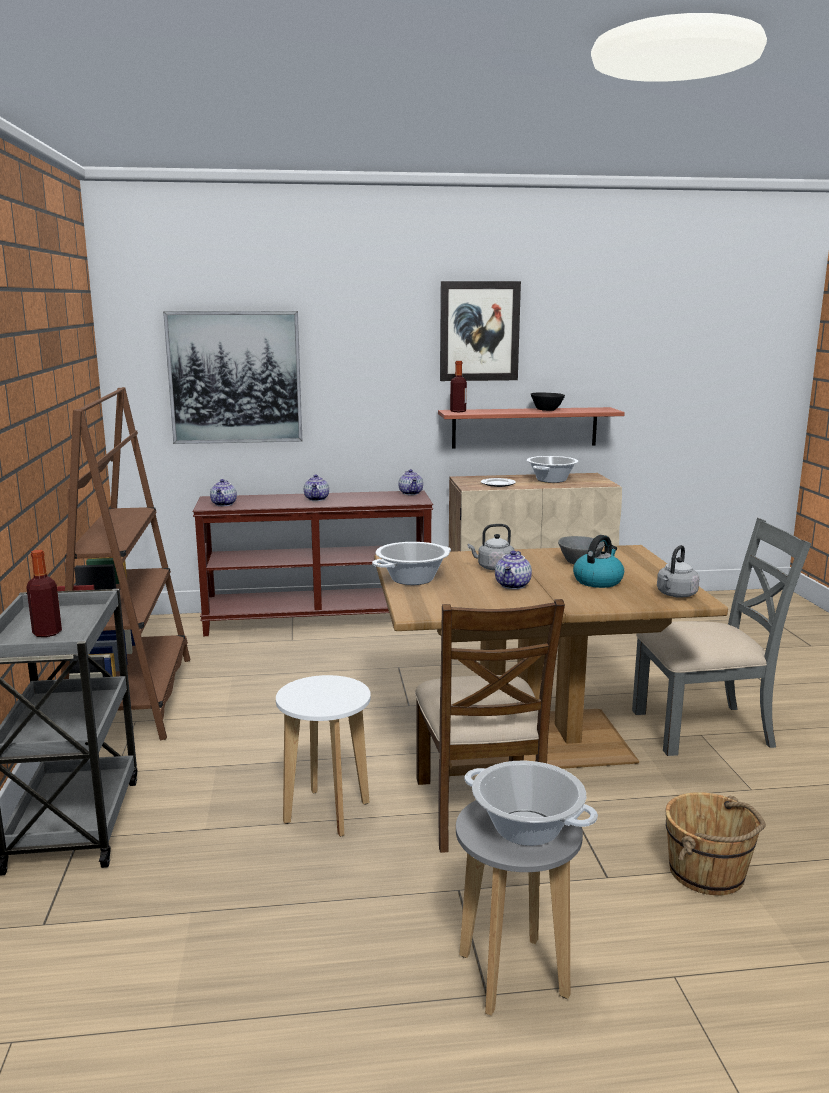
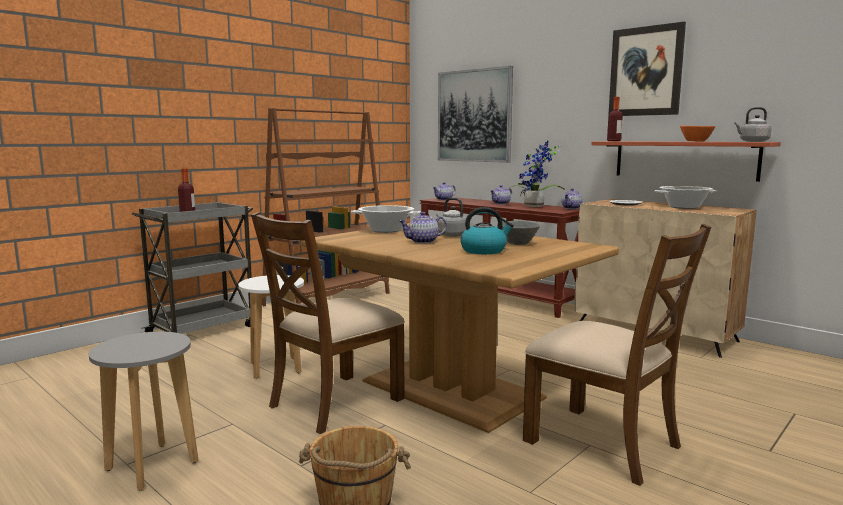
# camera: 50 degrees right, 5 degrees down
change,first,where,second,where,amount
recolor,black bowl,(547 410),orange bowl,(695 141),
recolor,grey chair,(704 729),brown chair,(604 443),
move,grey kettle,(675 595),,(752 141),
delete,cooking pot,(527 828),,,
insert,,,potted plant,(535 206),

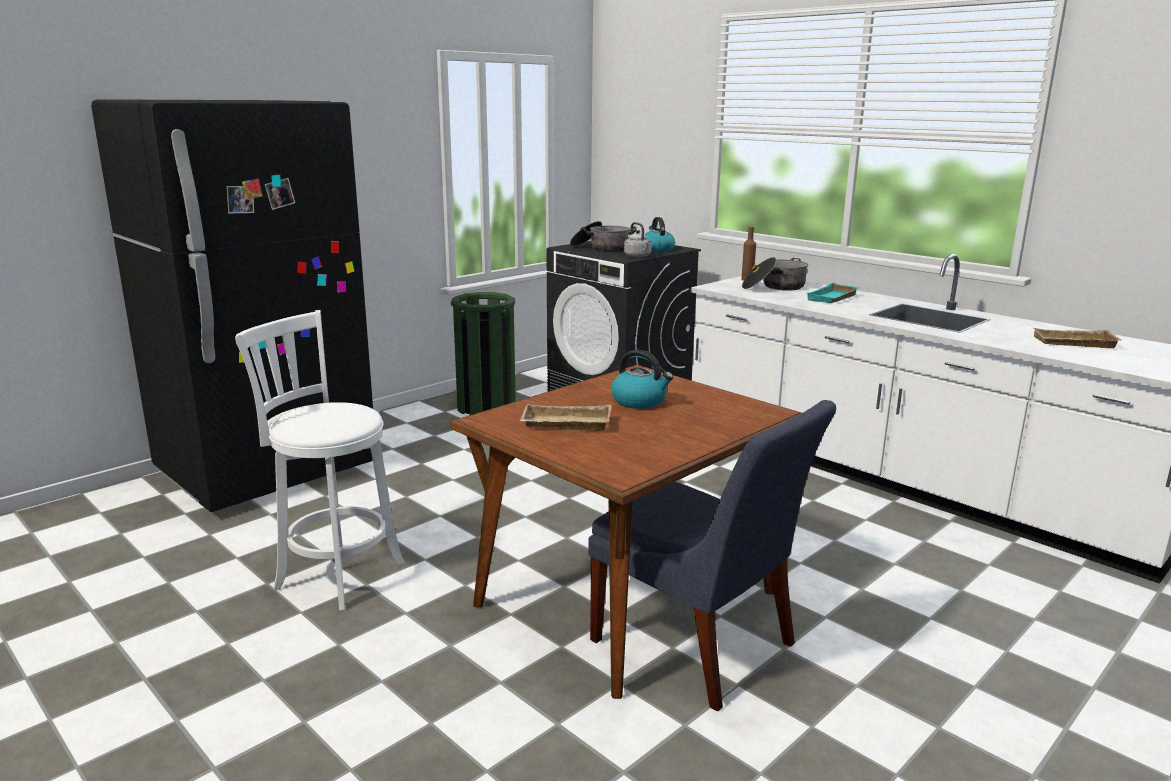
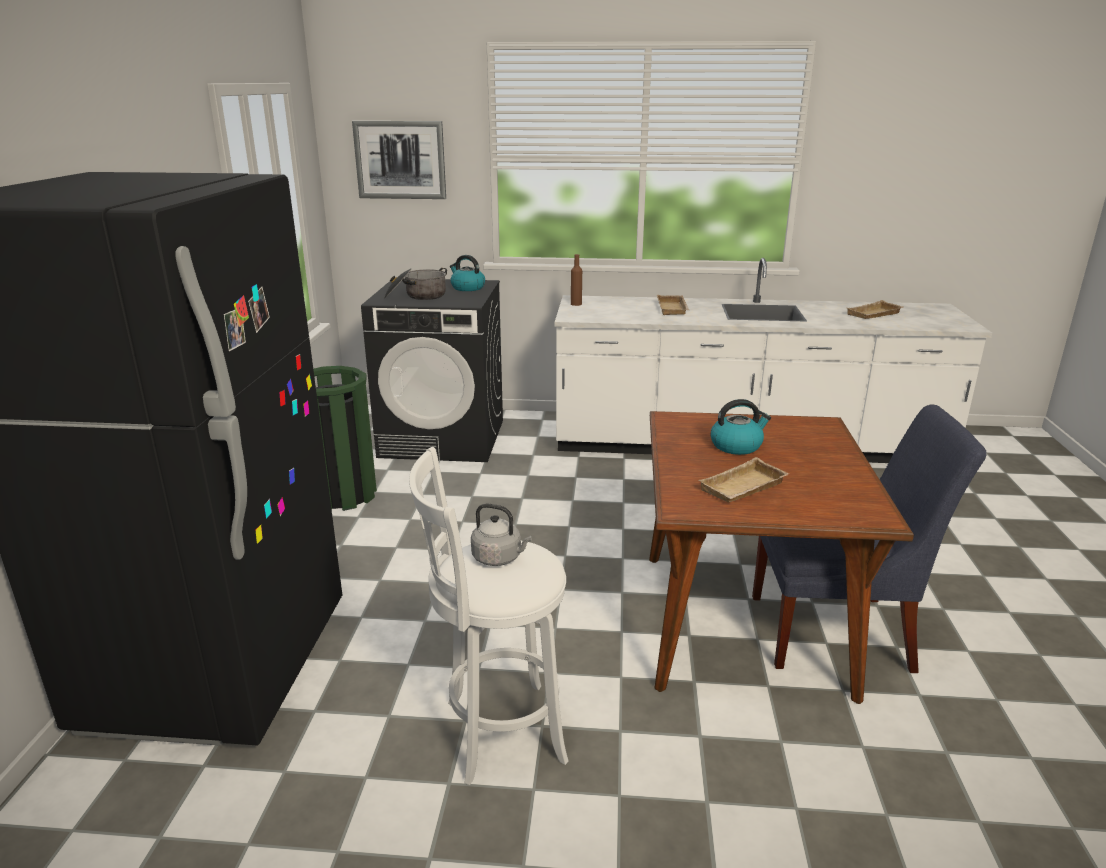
# camera: 40 degrees left, 5 degrees up
change,first,where,second,where,amount
move,grey kettle,(638 256),,(499 558),
delete,cooking pot,(774 287),,,
recolor,turquoise tray,(833 298),beige tray,(673 309),
insert,,,picture,(400 160),

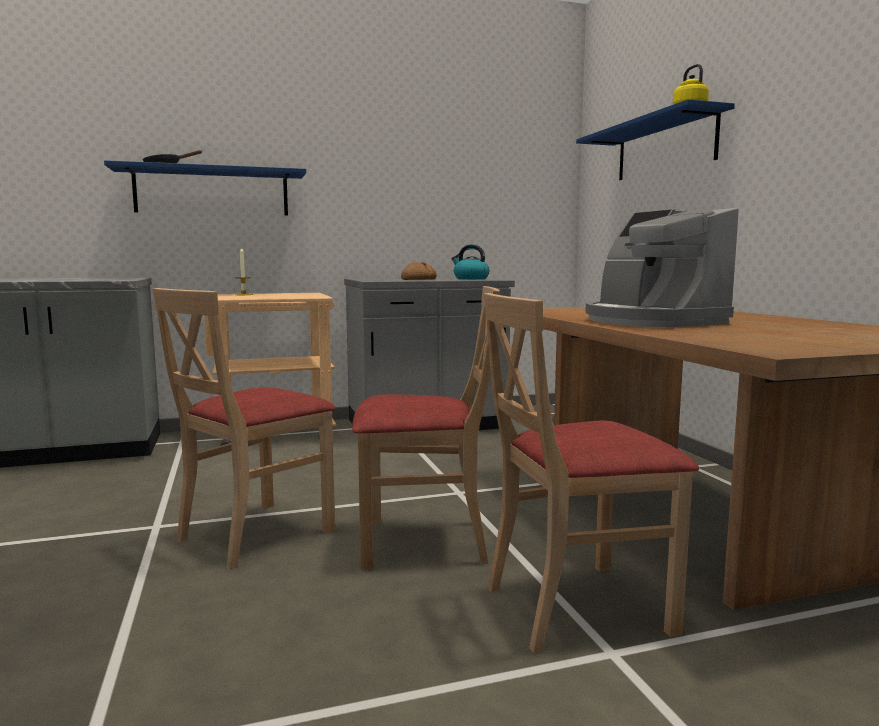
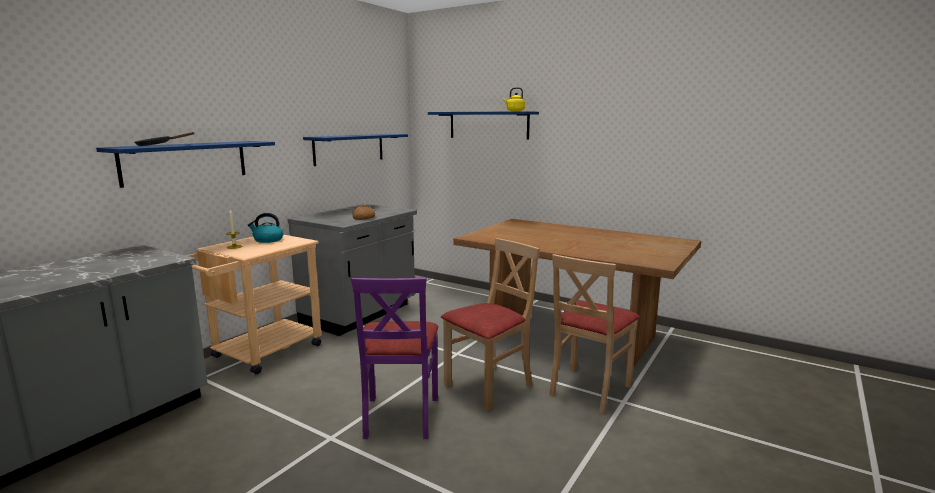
# camera: 40 degrees left, 5 degrees up
change,first,where,second,where,amount
delete,coffee machine,(651 321),,,
move,kettle,(470 279),,(268 240),
recolor,beige chair,(255 533),purple chair,(399 416),
insert,,,blue shelf,(349 148),

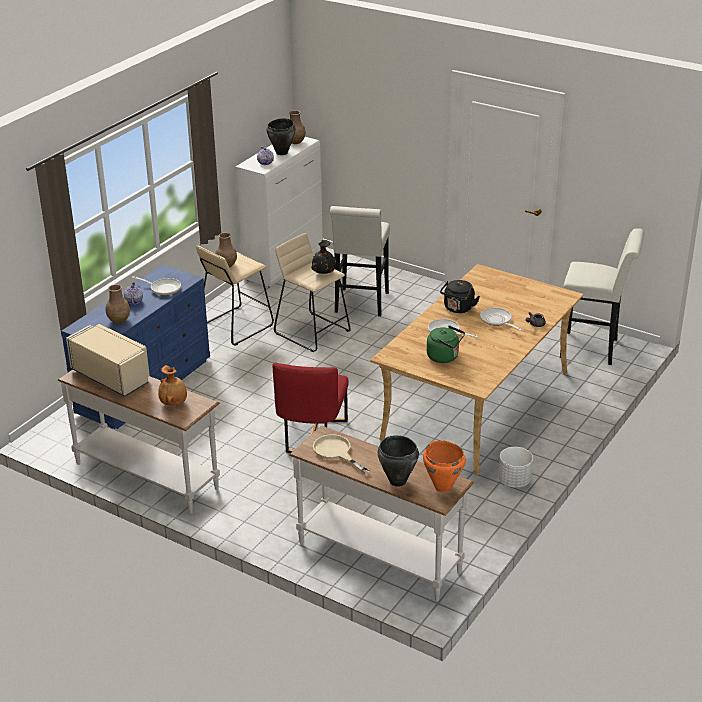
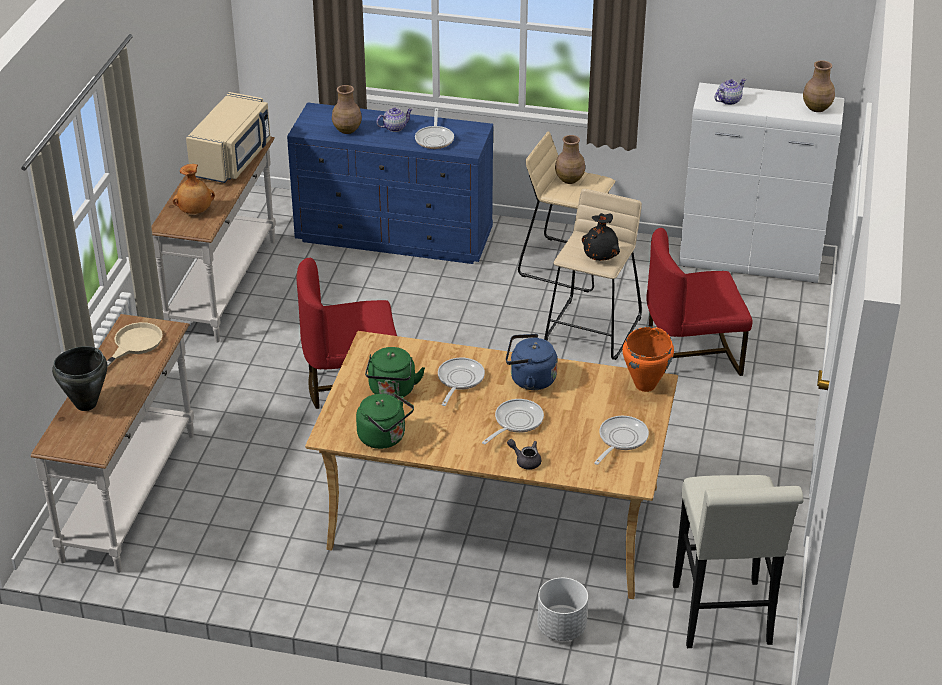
# camera: 70 degrees right, 5 degrees up
change,first,where,second,where,amount
delete,black cooking pot,(282 152),,,
replace,white stool,(360 305),red chair,(692 354),
recolor,black kettle,(458 309),blue kettle,(529 379),
move,orange cooking pot,(443 486),,(645 385),
move,white planter,(514 481),,(561 627),
insert,,,green kettle,(384 438),
insert,,,frying pan,(620 440),

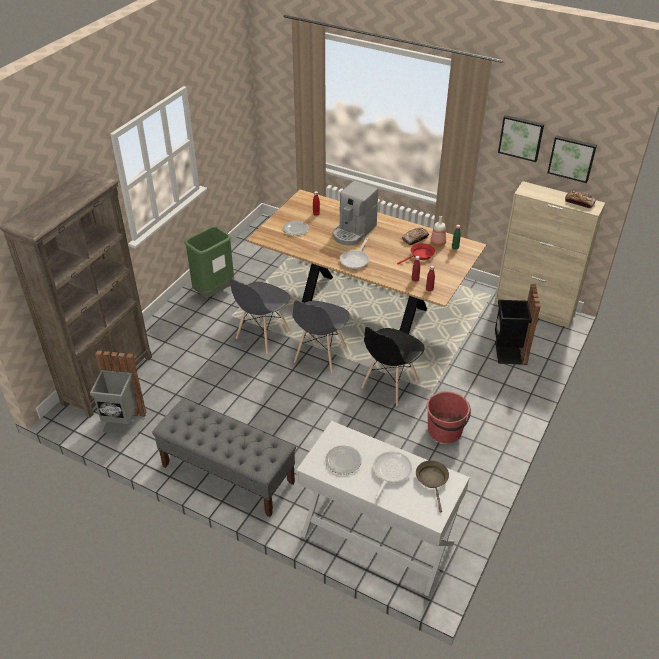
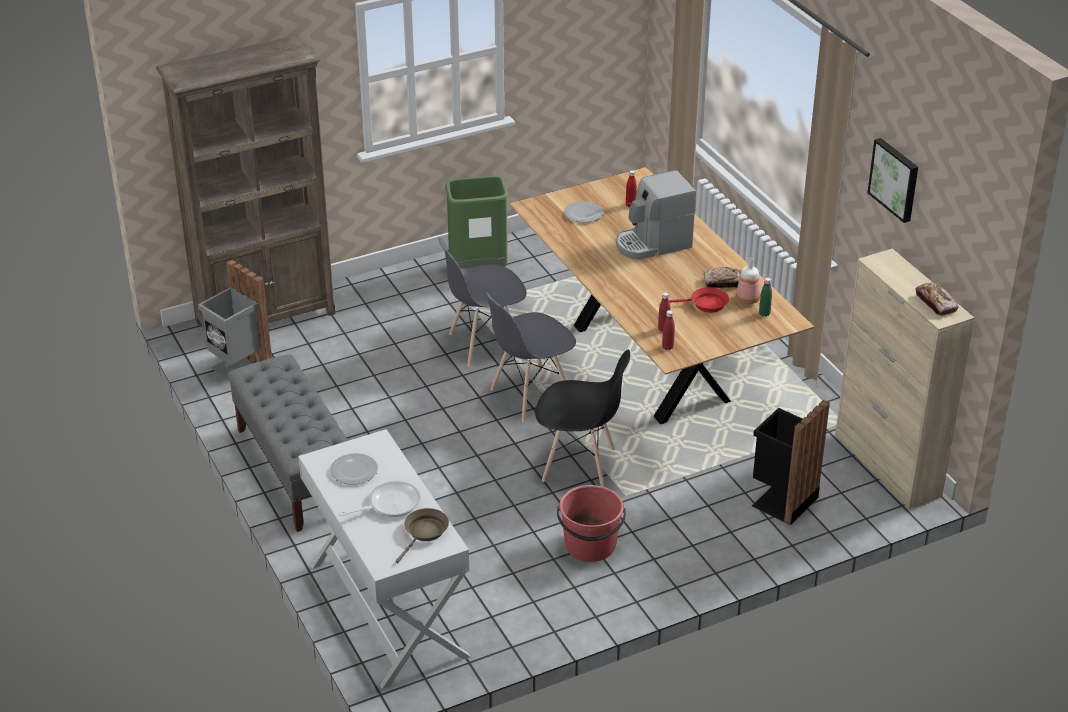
# camera: 35 degrees right, 5 degrees down
change,first,where,second,where,amount
delete,picture,(572 158),,,
delete,frying pan,(355 260),,,
rotate,black chair,(390 385),,(579 466),150 degrees counterclockwise

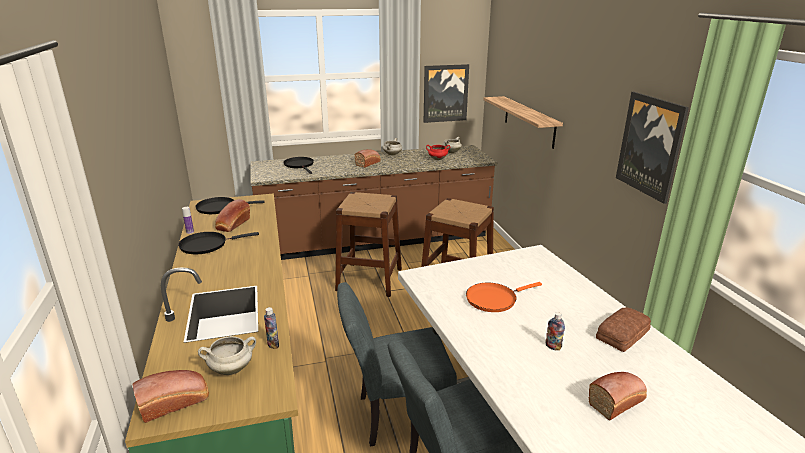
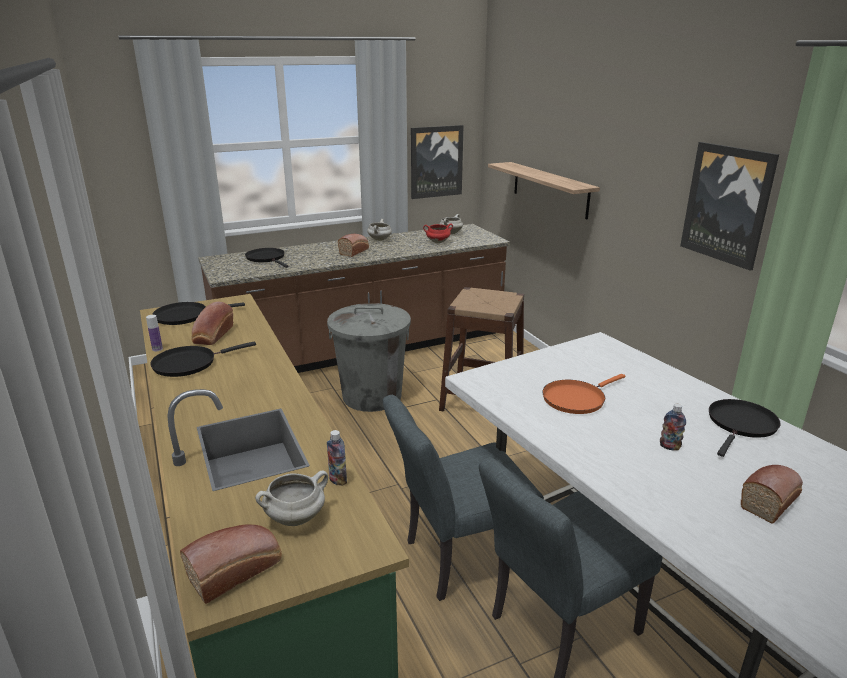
# camera: 10 degrees left, 0 degrees up
change,first,where,second,where,amount
replace,brown stool,(369 279),grey trash can,(372 396),
replace,bread,(624 335),black frying pan,(741 425),

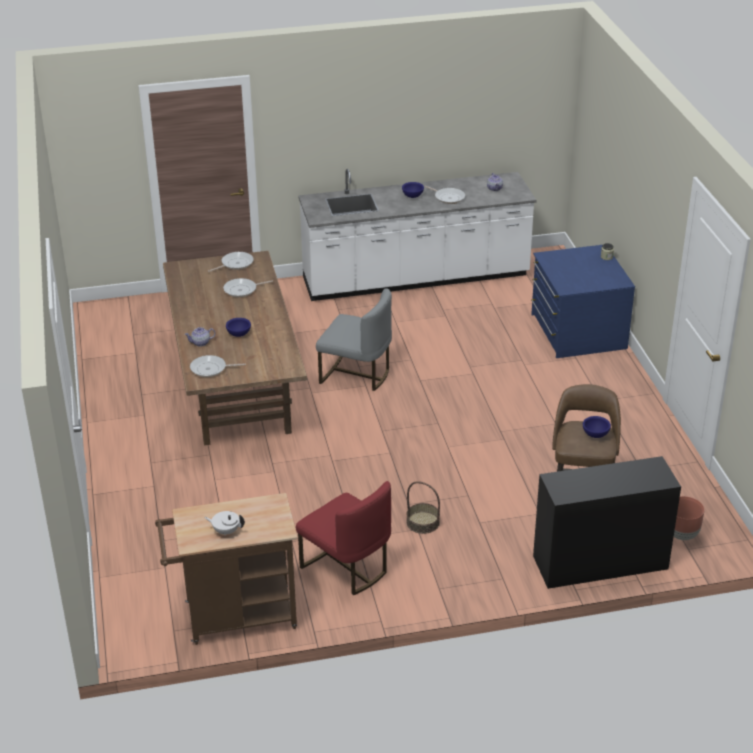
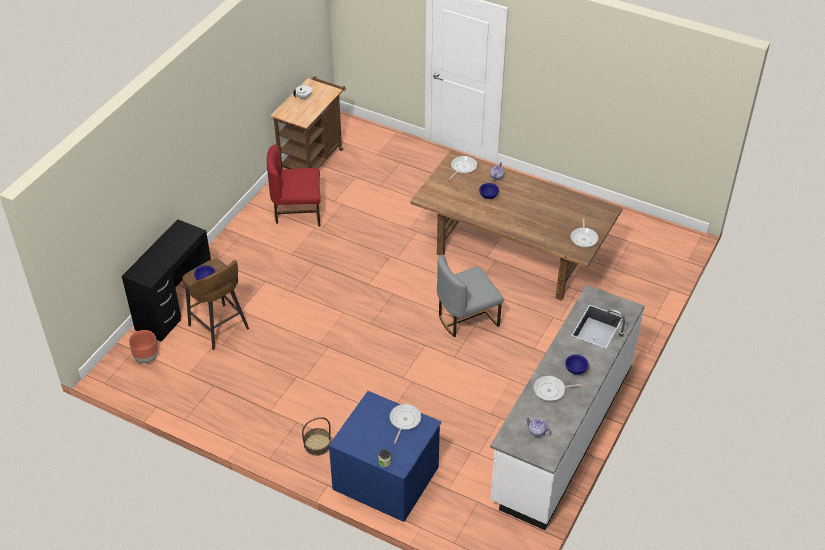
# camera: 130 degrees right, 10 degrees up
change,first,where,second,where,amount
move,frying pan,(242 290),,(404 421),
move,basket,(422 522),,(317 444),

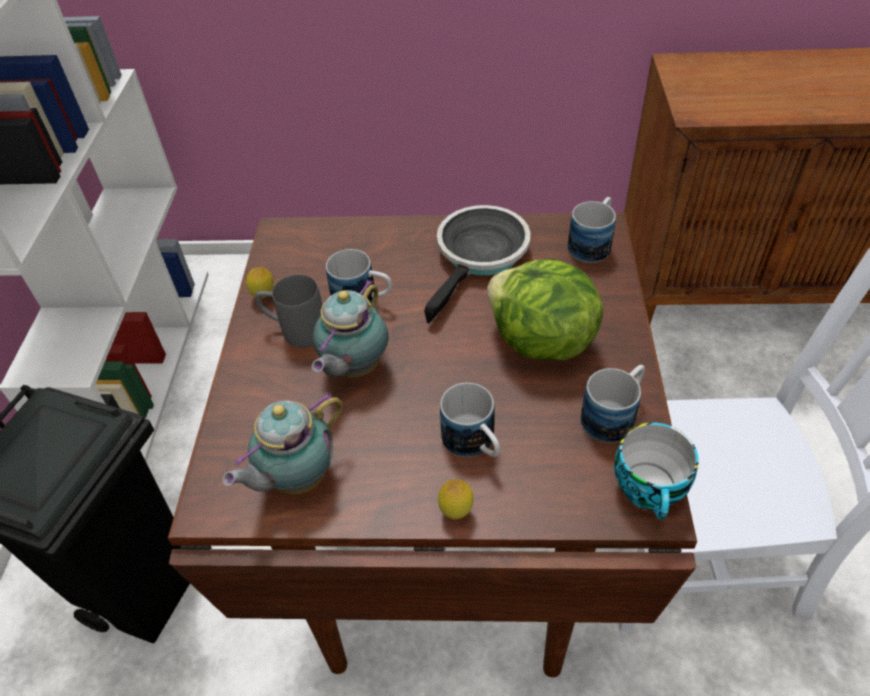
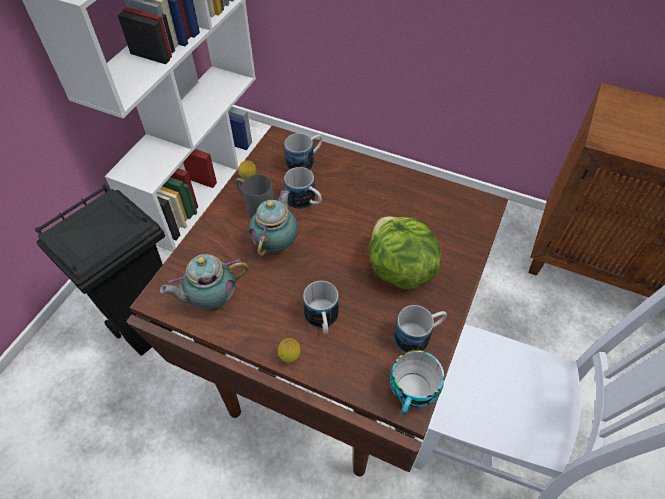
# camera: 20 degrees right, 5 degrees up
change,first,where,second,where,amount
move,mug,(593 243),,(305 161),
delete,frying pan,(480 256),,,
rotate,teapot,(353 368),,(277 245),150 degrees clockwise

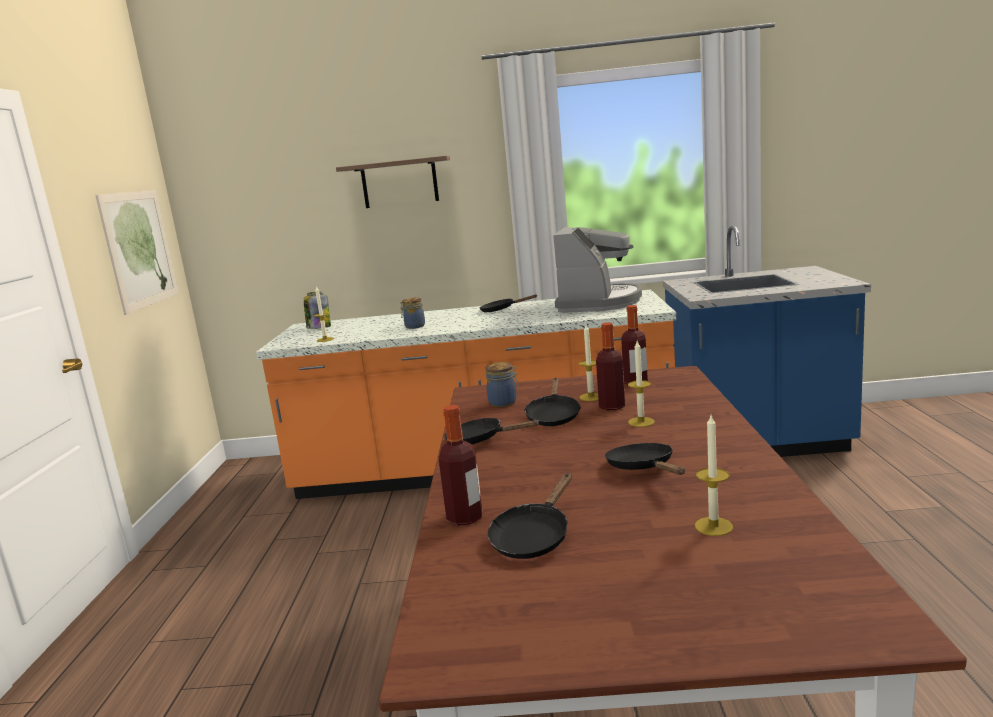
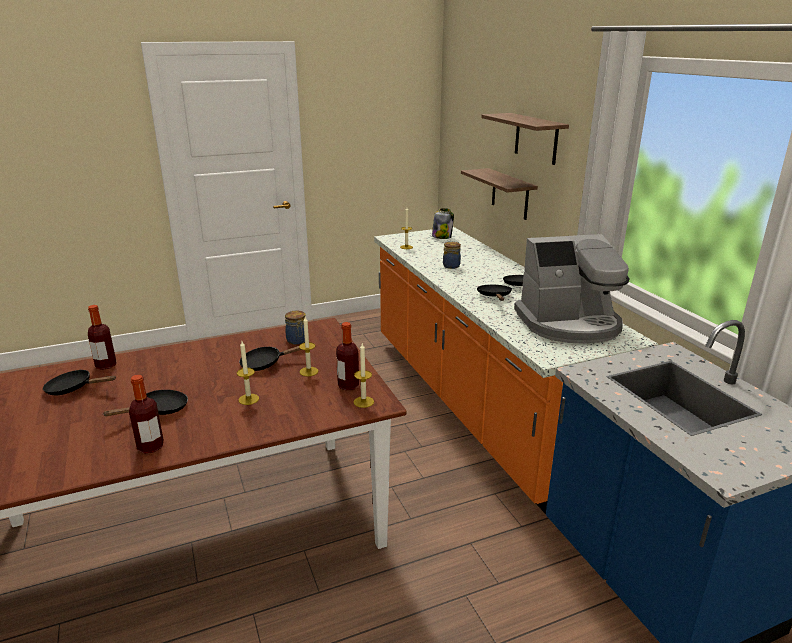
# camera: 65 degrees right, 10 degrees up
change,first,where,second,where,amount
delete,picture,(139 249),,,
move,bottle,(612 406),,(150 447),
move,candle,(713 526),,(363 402),
move,black frying pan,(480 440),,(494 296),
insert,,,shelf,(510 194),

